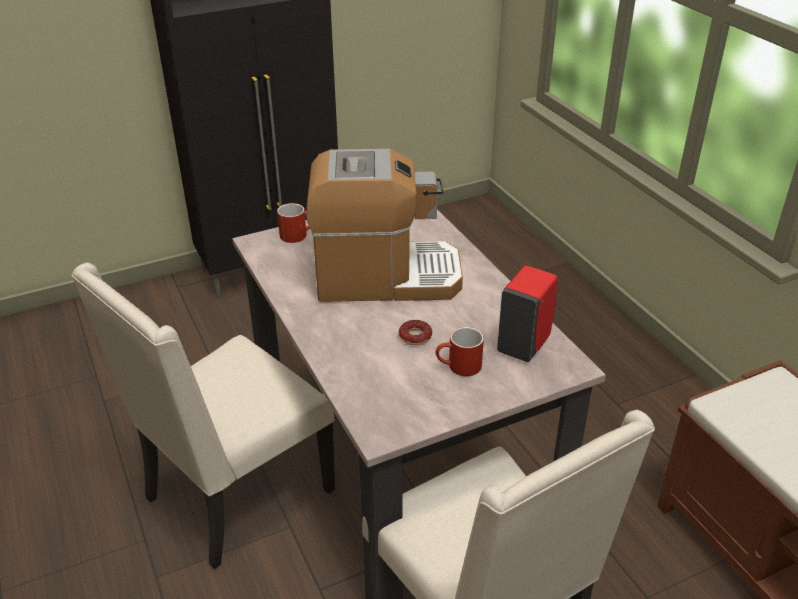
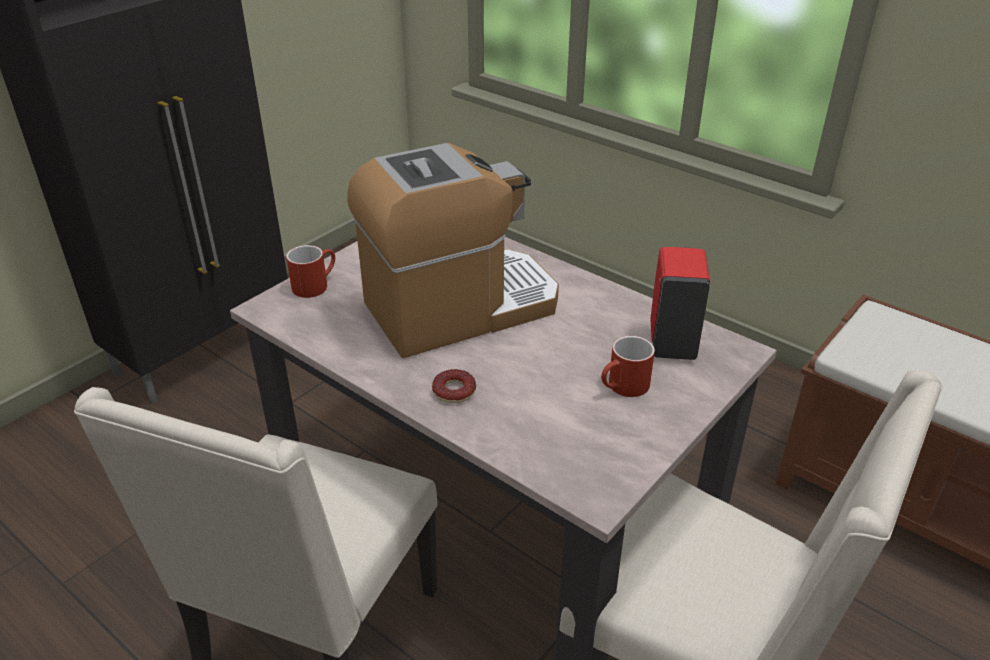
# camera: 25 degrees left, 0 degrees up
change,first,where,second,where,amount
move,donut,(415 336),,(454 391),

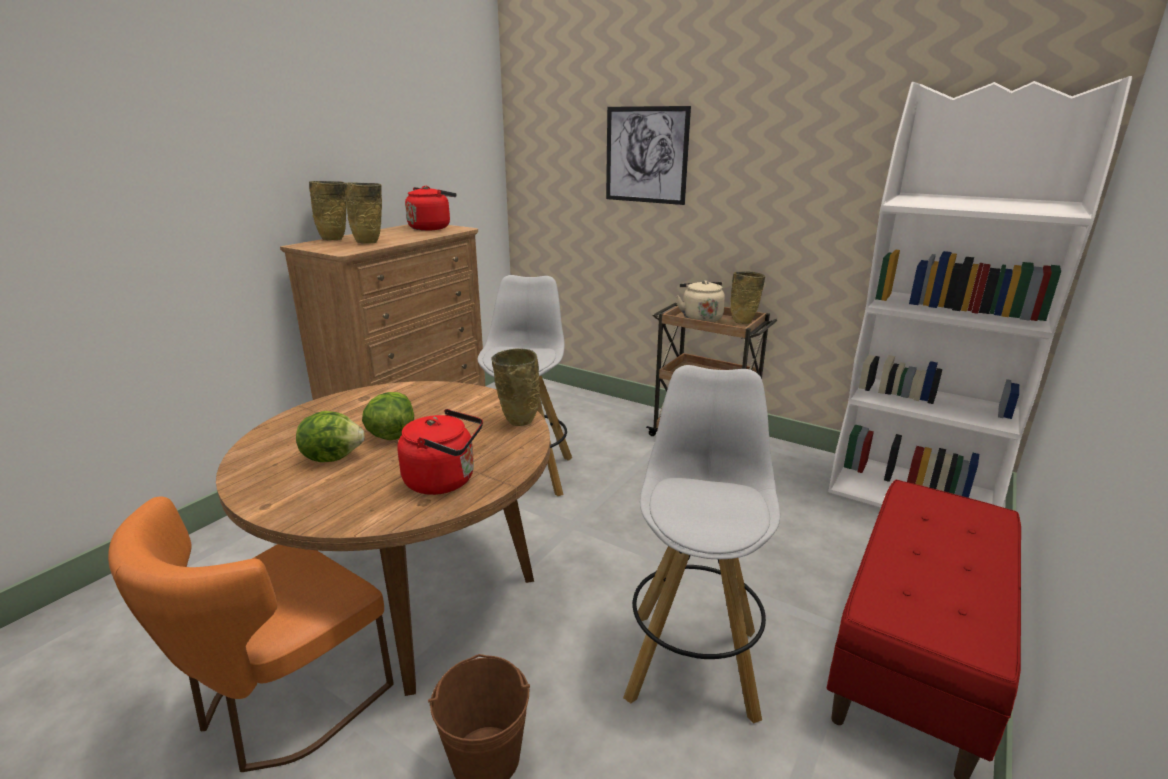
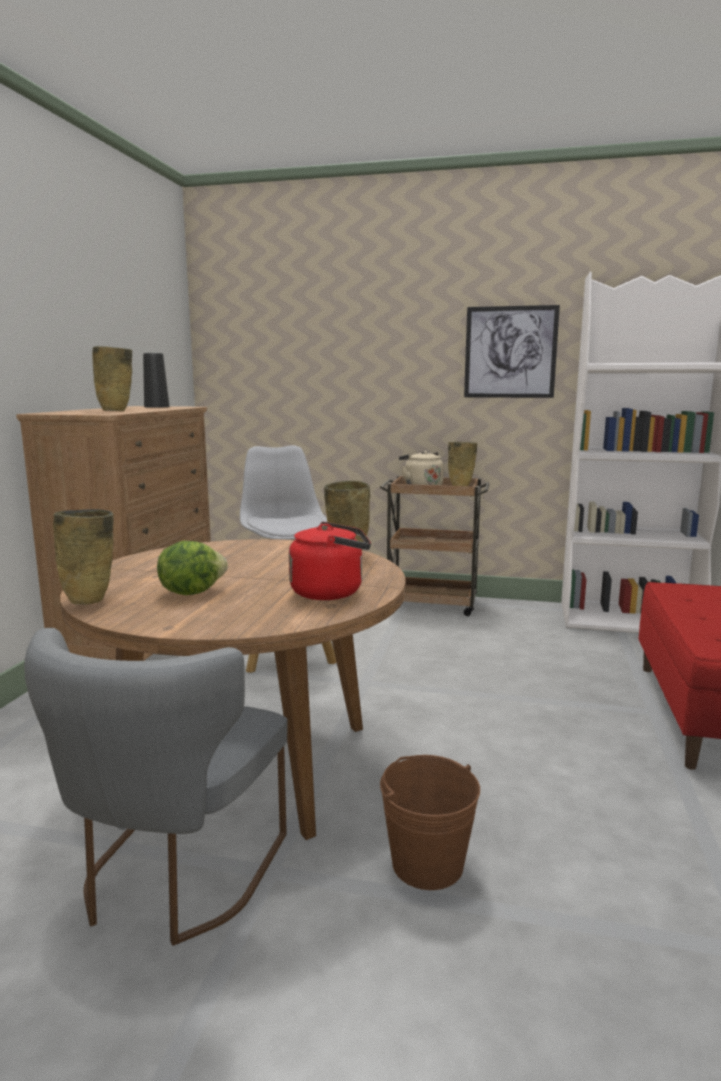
# camera: 20 degrees left, 10 degrees down
change,first,where,second,where,amount
move,picture,(646 155),,(510 352),
move,beige vase,(335 239),,(91 600),
replace,red kettle,(431 228),black vase,(156 407),
delete,white stool,(692 661),,,
delete,lettuce,(391 436),,,
recolor,orange chair,(283 704),grey chair,(173 879),

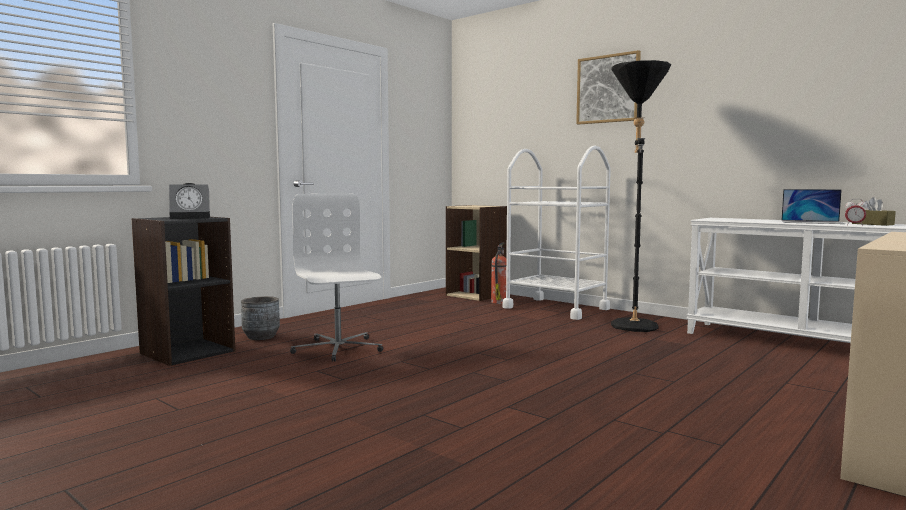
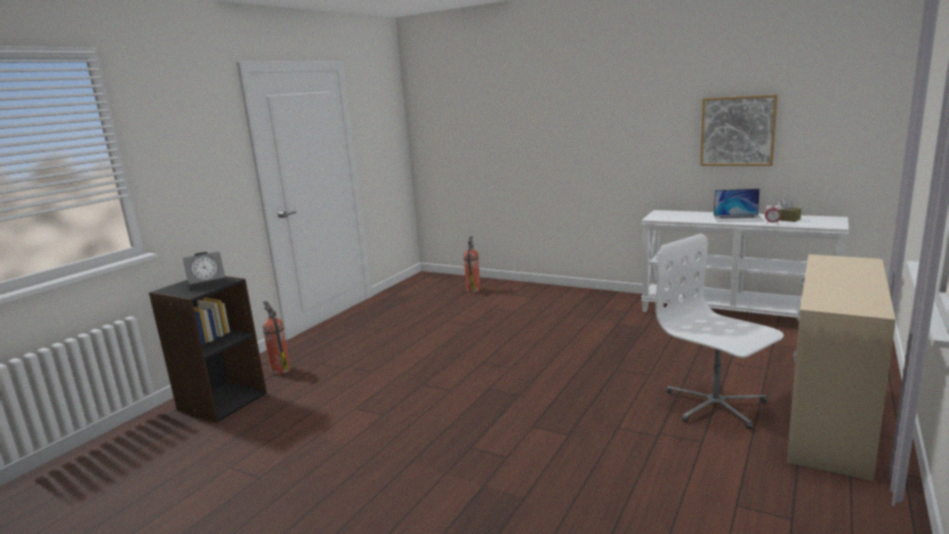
# camera: 10 degrees left, 10 degrees up
change,first,where,second,where,amount
move,picture,(608 89),,(737 131),
delete,black floor lamp,(632 324),,,
delete,white cart,(556 308),,,
move,white office chair,(337 349),,(715 405),
delete,beige bookcase,(477 295),,,
replace,grey planter,(261 337),fire extinguisher,(280 370),

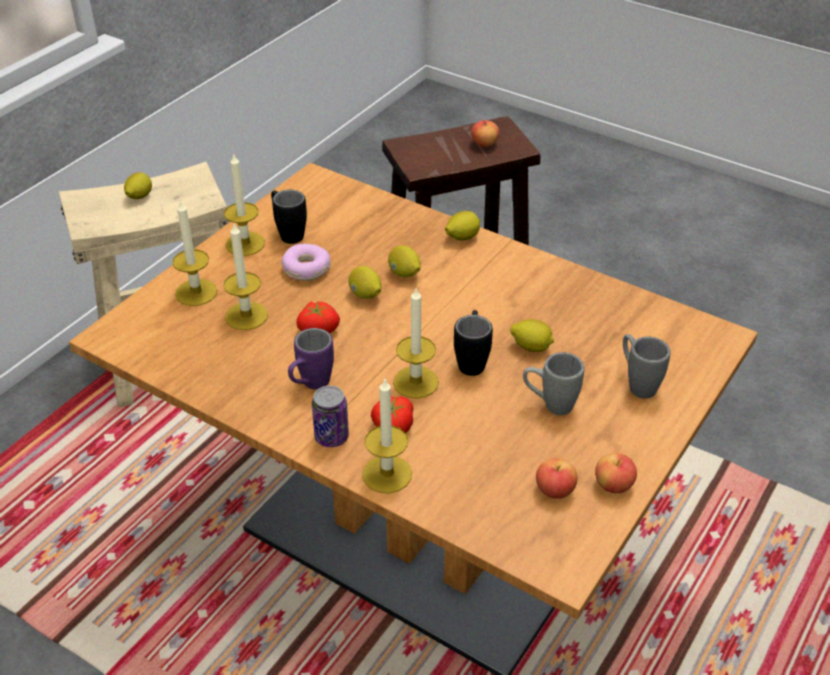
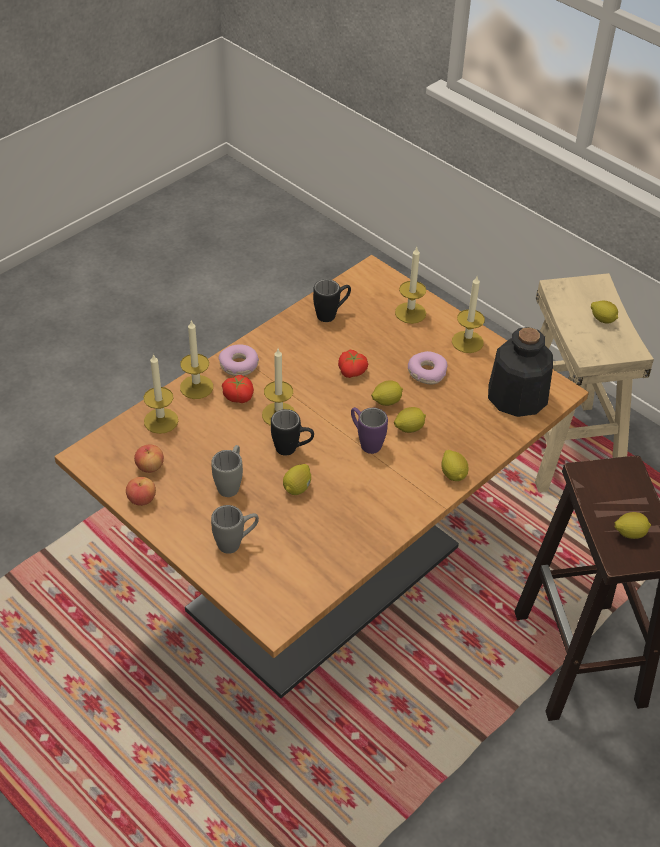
# camera: 100 degrees right, 5 degrees up
change,first,where,second,where,amount
replace,apple,(484 143),lemon,(629 533),
move,black mug,(288 233),,(332 314),
move,candle,(246 316),,(161 421),
move,purple mug,(310 386),,(366 442),
replace,can,(331 437),donut,(239 365),
insert,,,bottle,(517 397),

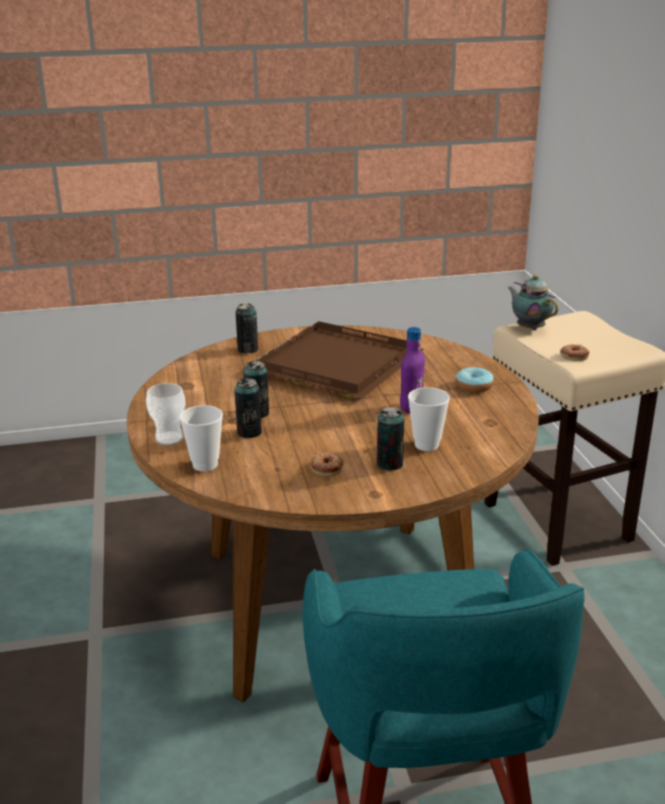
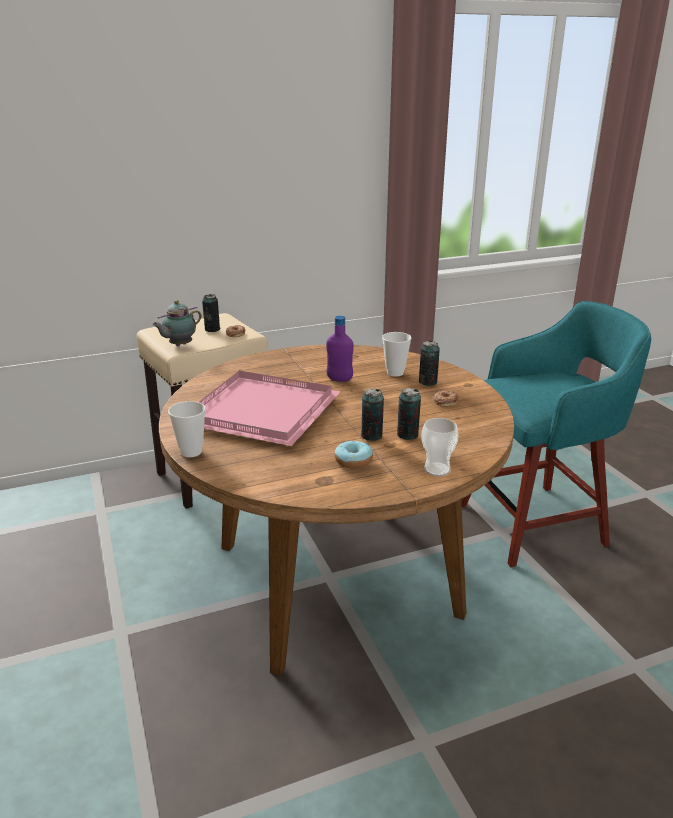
# camera: 100 degrees left, 0 degrees up
change,first,where,second,where,amount
move,can,(248 350),,(212 329),
recolor,brown tray,(337 366),pink tray,(264 411),
move,donut,(473 386),,(353 461),
move,cup,(205 465),,(191 452),

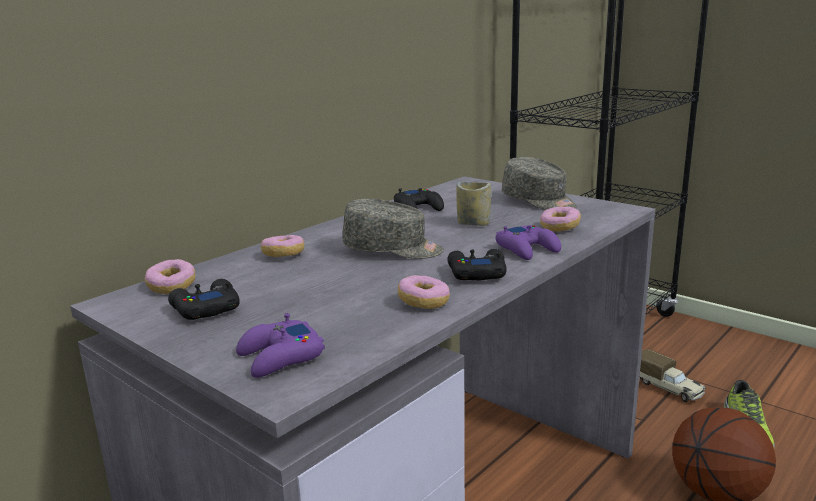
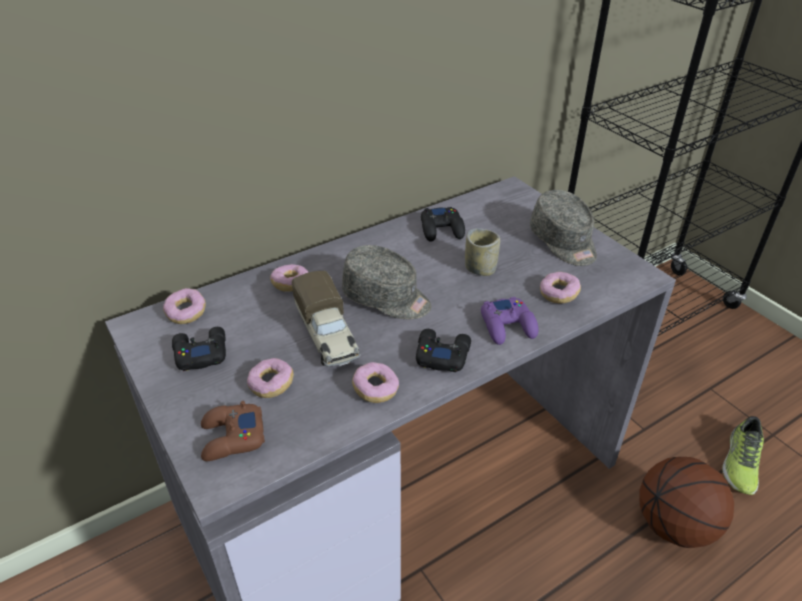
# camera: 15 degrees right, 20 degrees up
change,first,where,second,where,amount
recolor,purple game controller,(280 357),brown game controller,(232 438),
move,toy truck,(668 388),,(328 336),
insert,,,donut,(271 385),

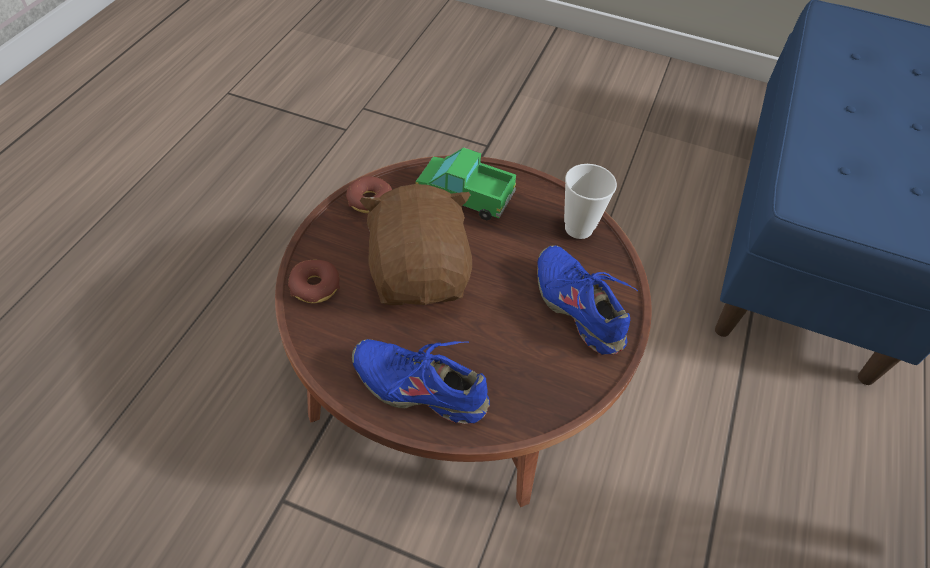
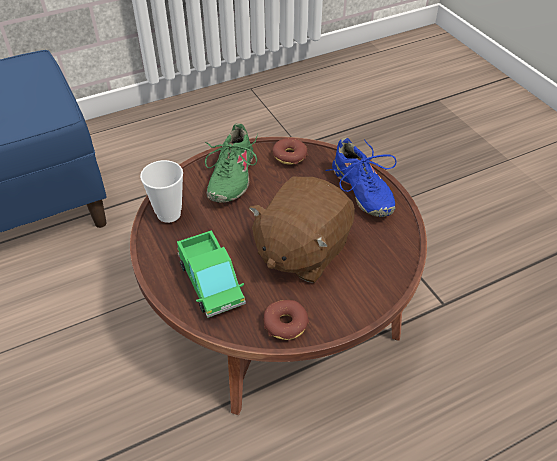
# camera: 135 degrees left, 5 degrees down
change,first,where,second,where,amount
recolor,blue shoe,(579 306),green shoe,(231 177),
move,donut,(315 286),,(289 156),

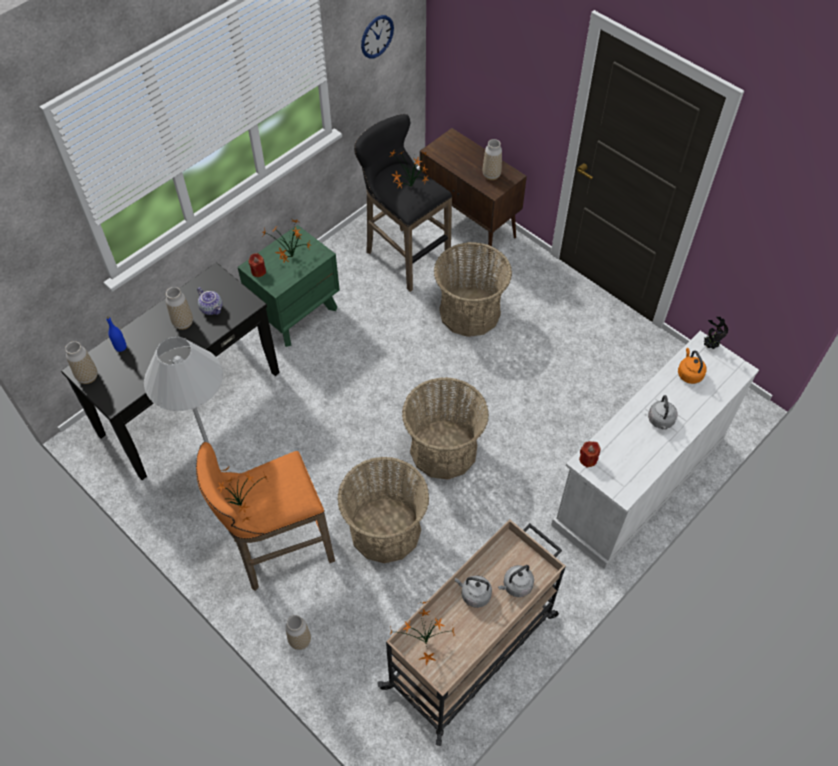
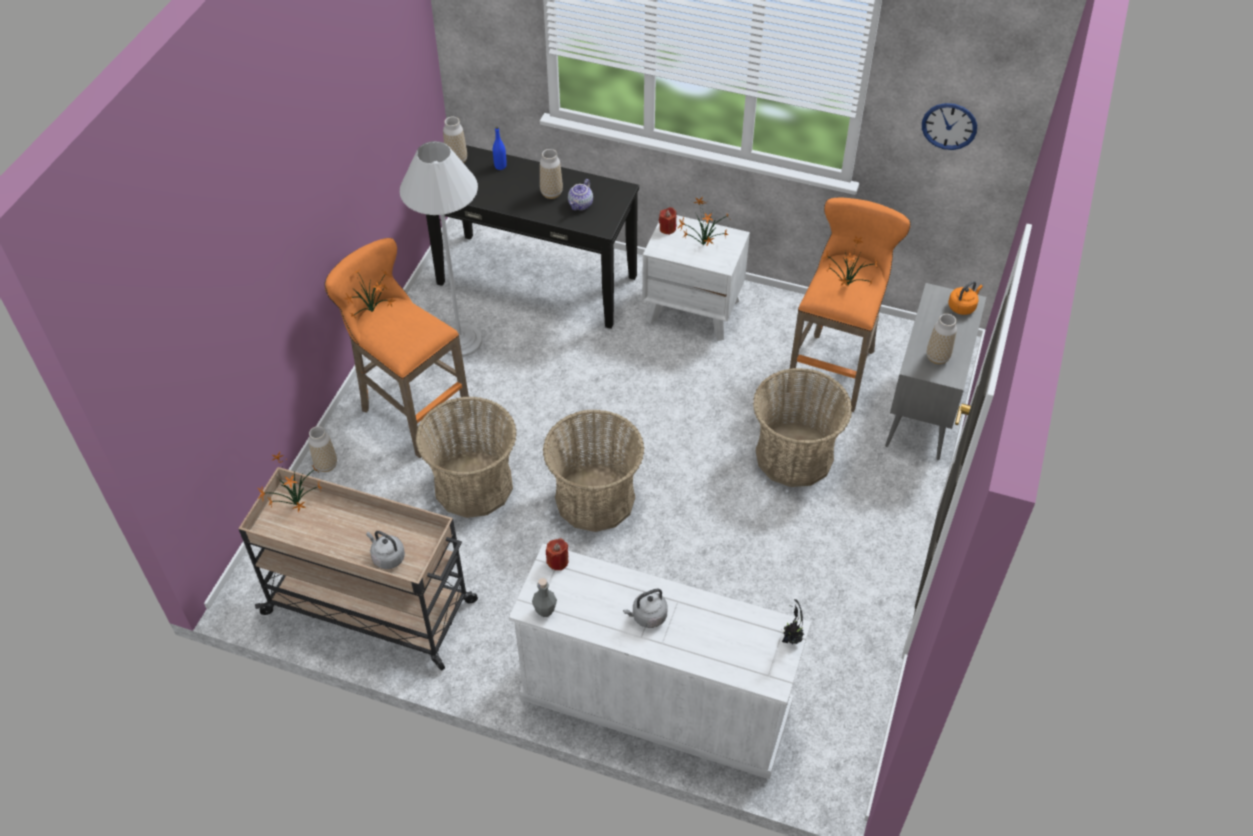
# camera: 65 degrees right, 5 degrees down
change,first,where,second,where,amount
recolor,black stool,(403 255),orange stool,(833 367),
recolor,brown cabinet,(469 225),grey cabinet,(923 410),
recolor,green nightstand,(296 313),white nightstand,(693 310),
move,orange kettle,(689 373),,(962 306),
delete,grey kettle,(474 594),,,
insert,,,grey bottle,(545 610),

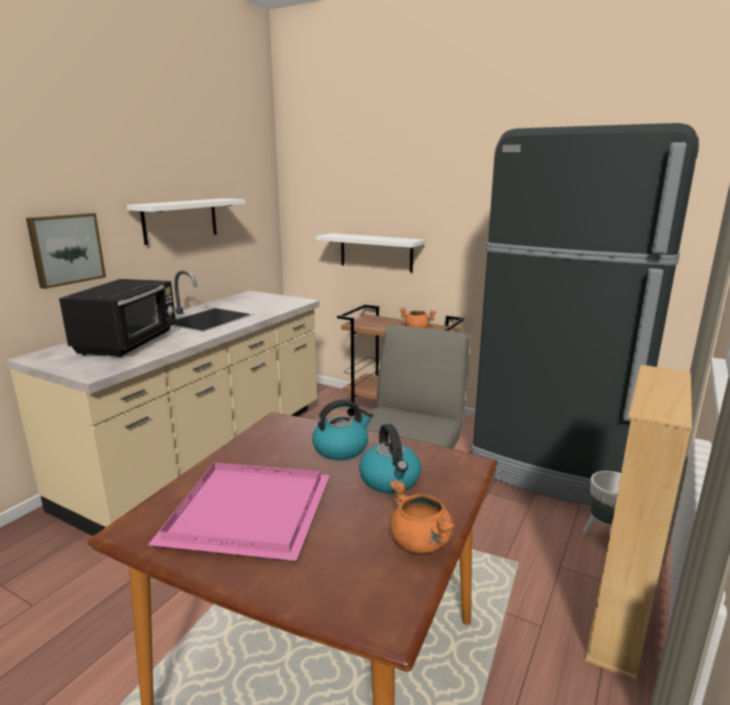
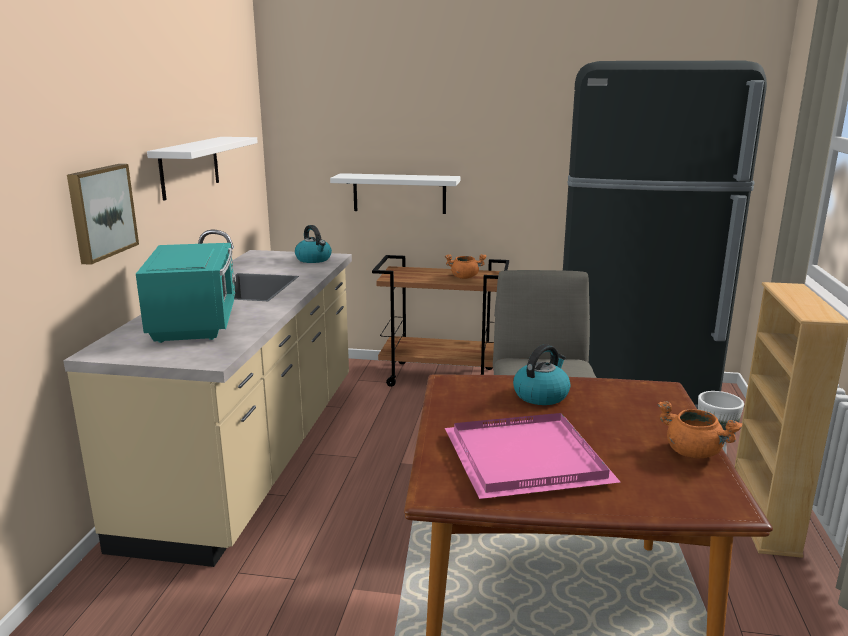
# camera: 20 degrees left, 0 degrees up
change,first,where,second,where,amount
recolor,black microwave,(129 342),turquoise microwave,(196 323),
move,kettle,(390 480),,(314 259),

